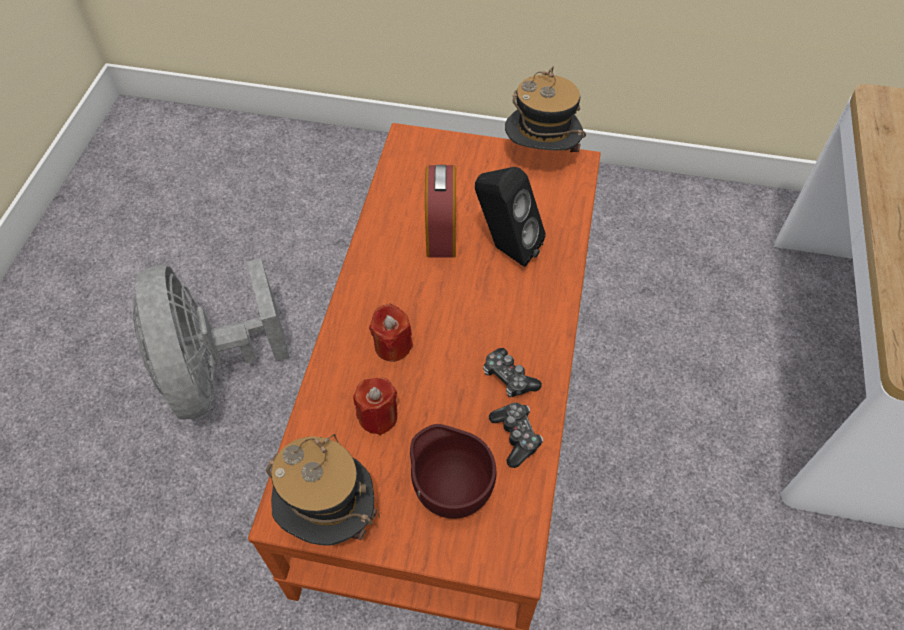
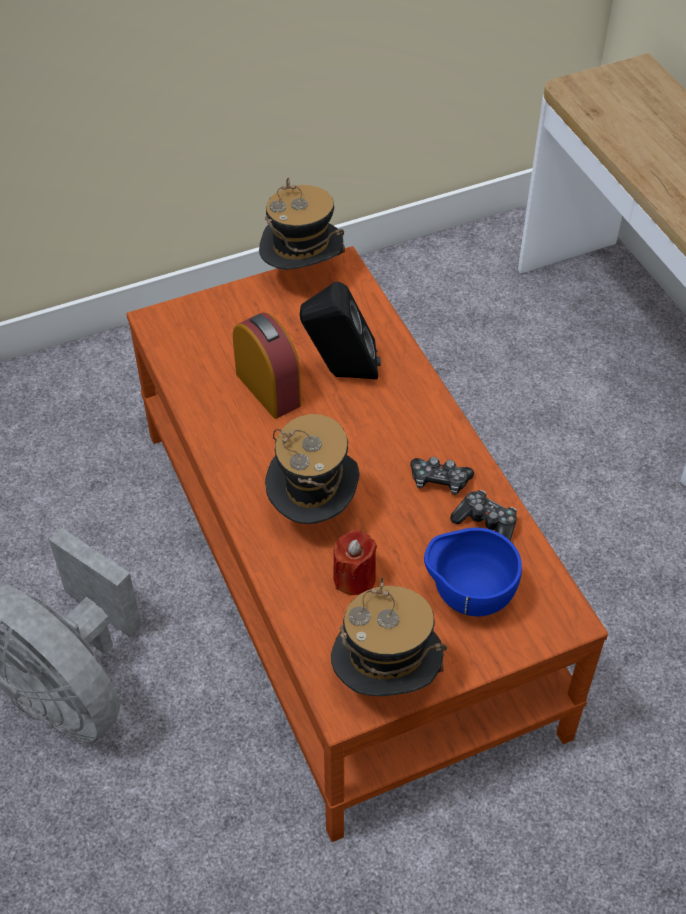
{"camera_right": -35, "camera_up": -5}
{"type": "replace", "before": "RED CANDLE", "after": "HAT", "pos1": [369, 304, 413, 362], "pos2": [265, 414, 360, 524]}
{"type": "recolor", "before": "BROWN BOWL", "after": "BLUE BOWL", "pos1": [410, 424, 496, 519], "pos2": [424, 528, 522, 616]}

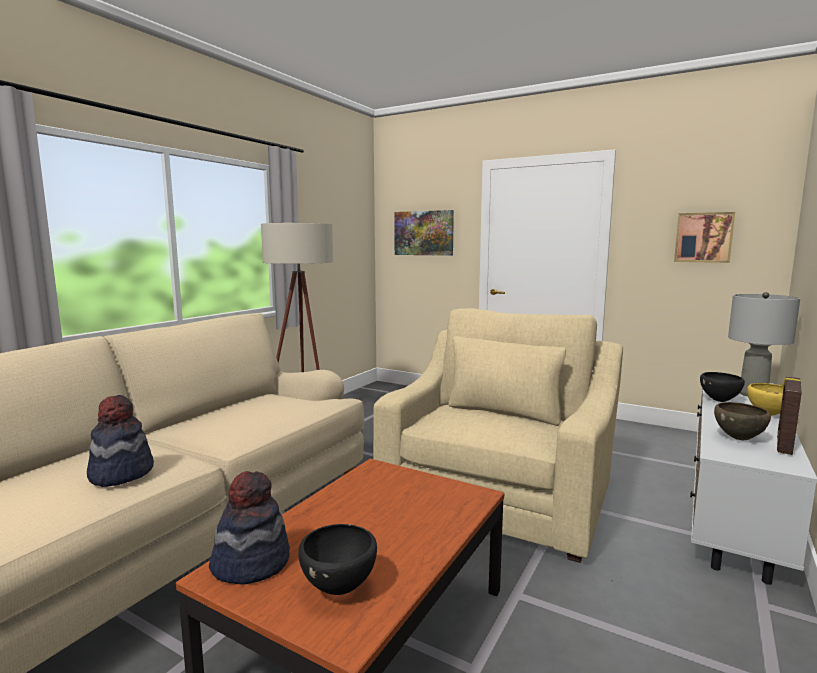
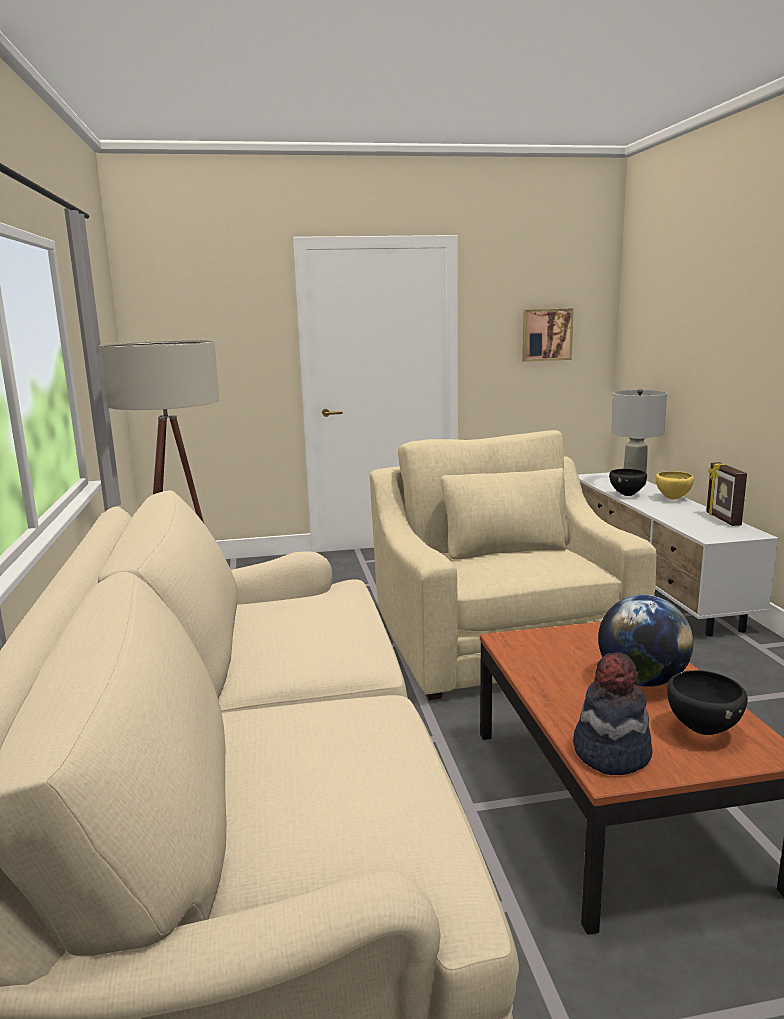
{"camera_right": -40, "camera_up": 5}
{"type": "delete", "before": "HAT", "pos1": [87, 395, 154, 487]}
{"type": "delete", "before": "PICTURE", "pos1": [394, 210, 454, 256]}
{"type": "delete", "before": "BROWN BOWL", "pos1": [714, 402, 771, 440]}
{"type": "insert", "after": "GLOBE", "pos2": [598, 595, 693, 687]}

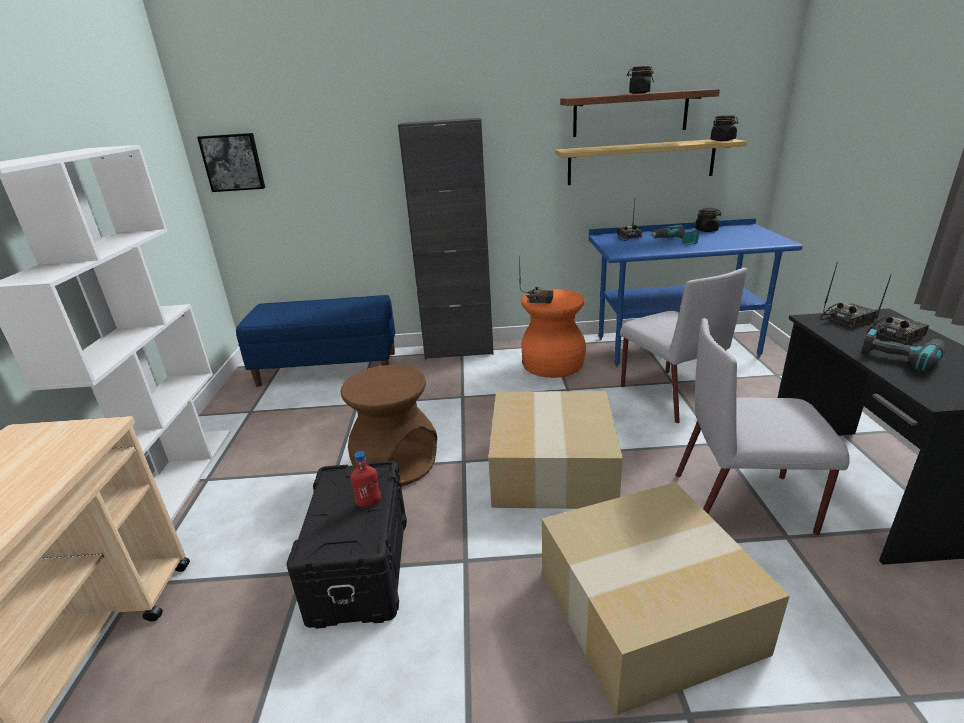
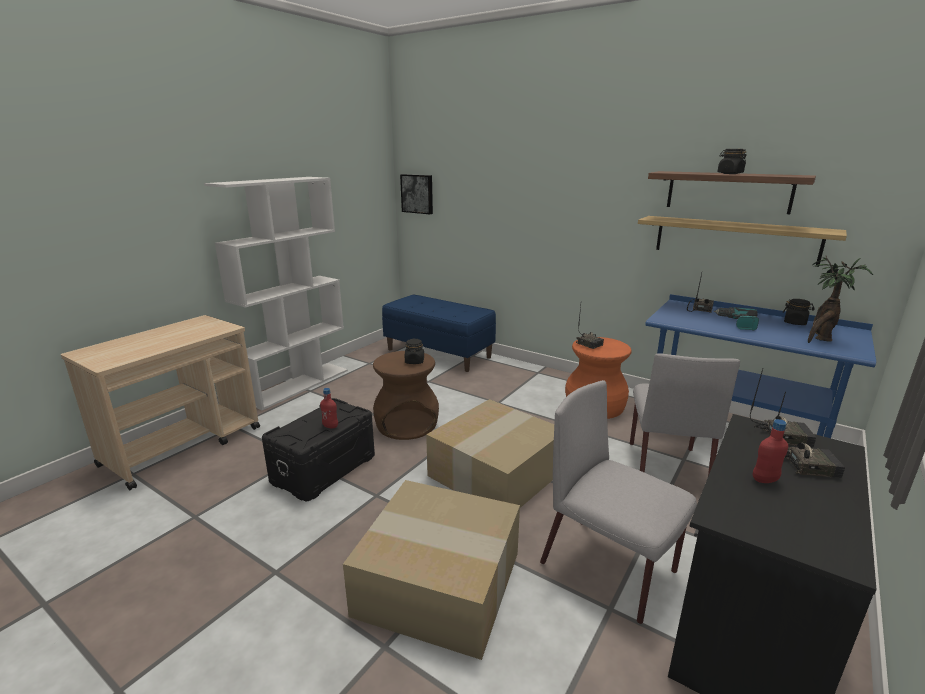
{"camera_right": 35, "camera_up": -5}
{"type": "delete", "before": "BLACK CABINET", "pos1": [398, 118, 494, 359]}
{"type": "insert", "after": "POTTED PLANT", "pos2": [808, 256, 873, 343]}
{"type": "move", "before": "BLACK JAR", "pos1": [710, 115, 738, 141], "pos2": [405, 339, 424, 364]}
{"type": "replace", "before": "POWER DRILL", "after": "RED BOTTLE", "pos1": [861, 329, 946, 371], "pos2": [752, 419, 788, 483]}

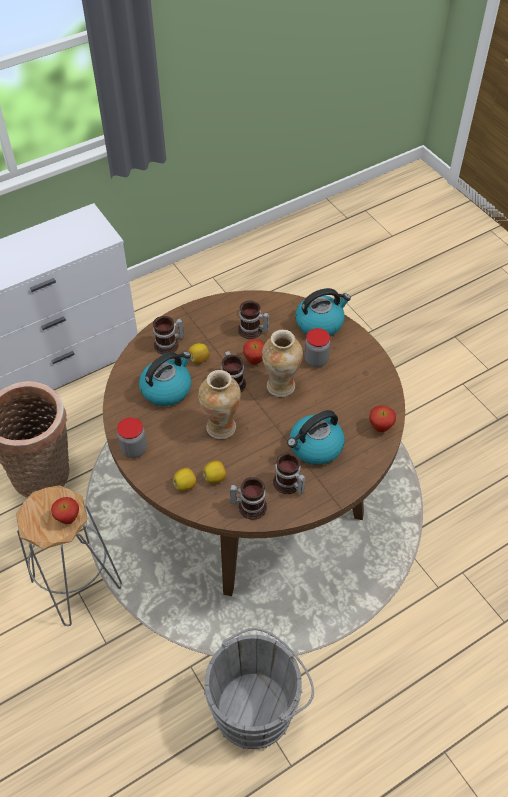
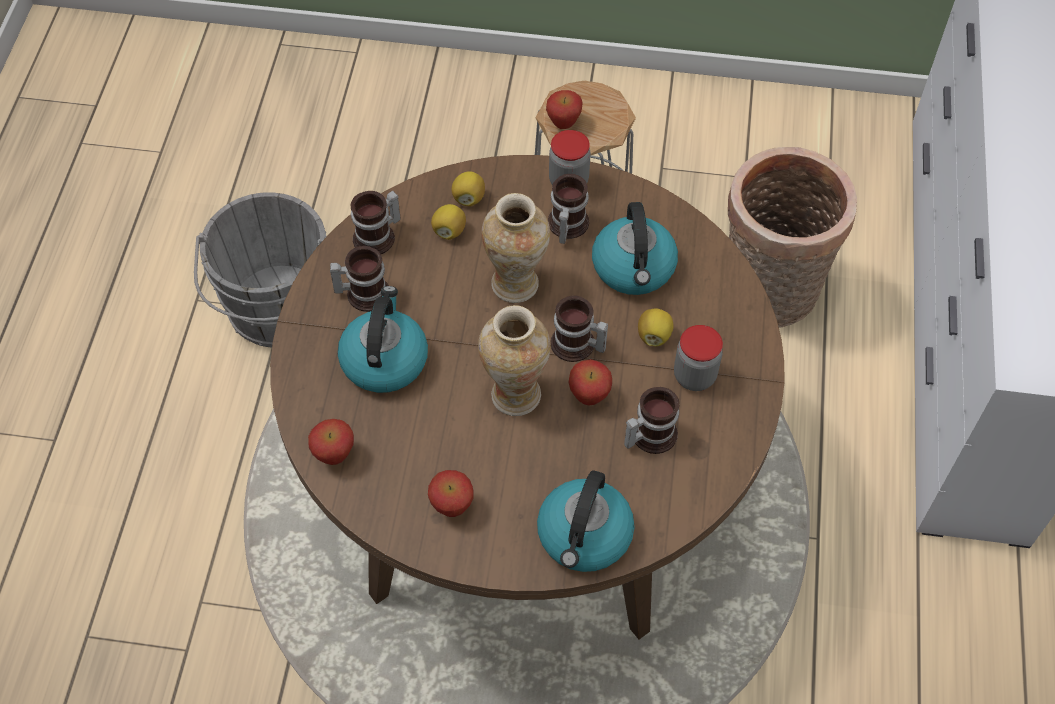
{"camera_right": 130, "camera_up": 5}
{"type": "insert", "after": "APPLE", "pos2": [428, 470, 474, 517]}
{"type": "move", "before": "MUG", "pos1": [153, 316, 184, 355], "pos2": [548, 174, 589, 244]}
{"type": "move", "before": "JAR", "pos1": [304, 328, 330, 367], "pos2": [674, 325, 723, 391]}

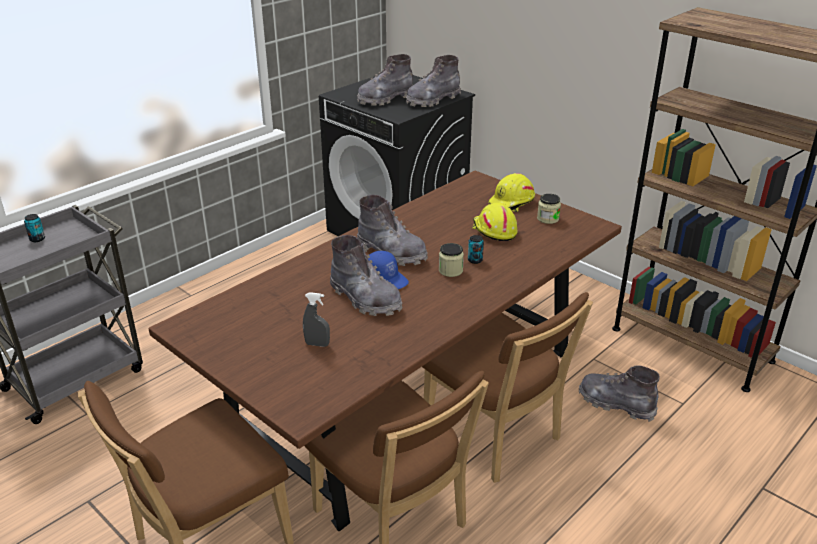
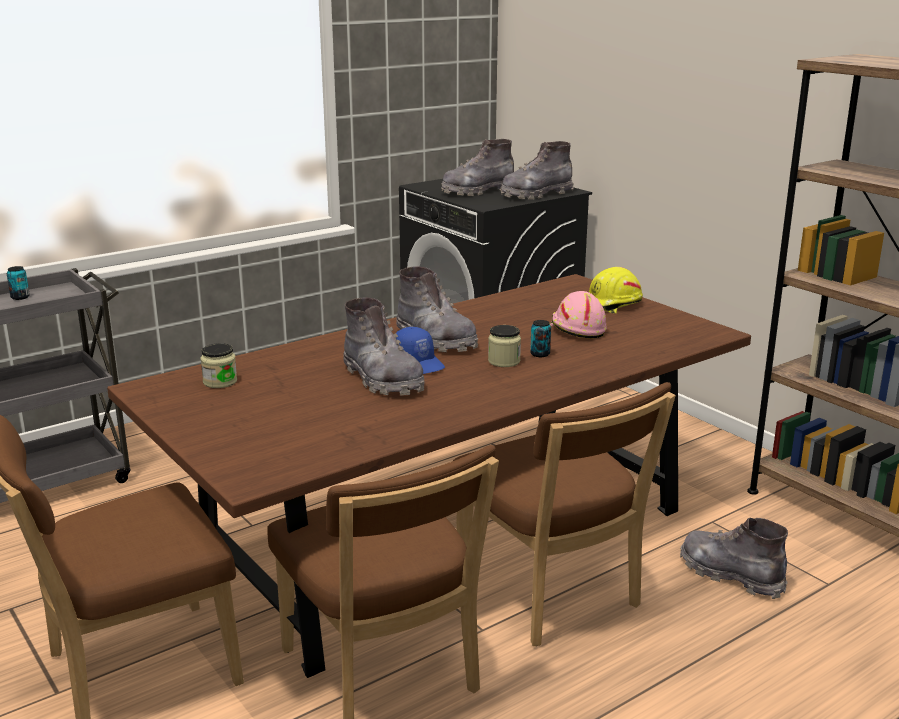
{"camera_right": 10, "camera_up": -10}
{"type": "delete", "before": "GREY SPRAY BOTTLE", "pos1": [303, 292, 330, 347]}
{"type": "move", "before": "JAR", "pos1": [537, 194, 561, 224], "pos2": [201, 343, 237, 388]}
{"type": "recolor", "before": "YELLOW HARD HAT", "after": "PINK HARD HAT", "pos1": [472, 203, 518, 241], "pos2": [550, 291, 607, 338]}

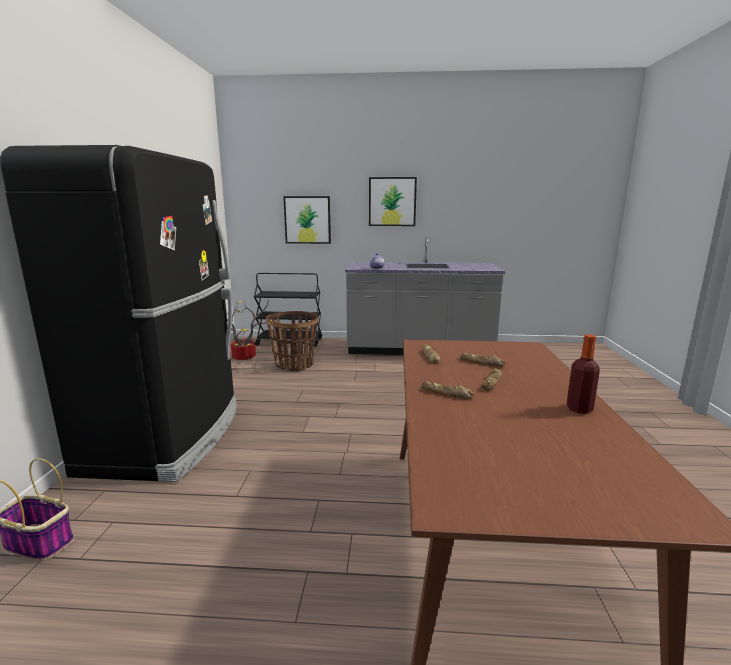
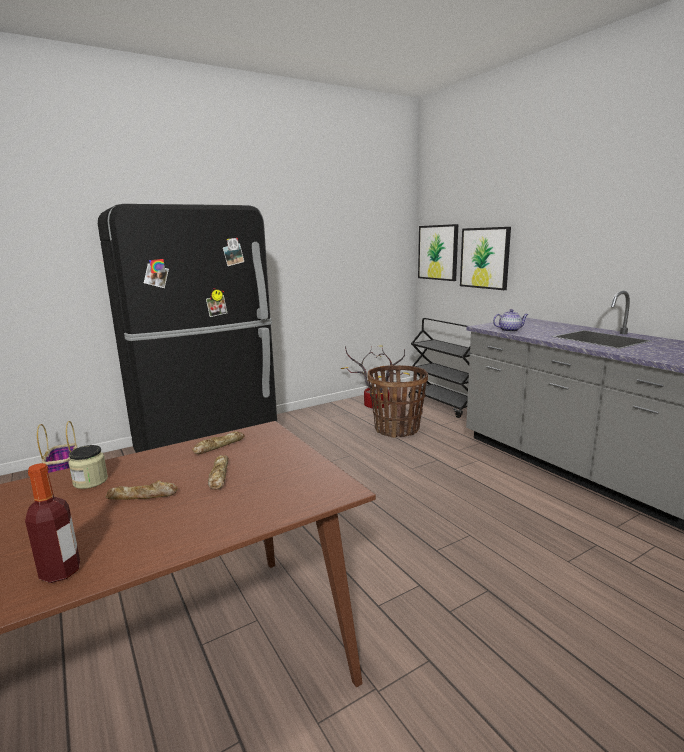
{"camera_right": 55, "camera_up": 0}
{"type": "move", "before": "PICTURE", "pos1": [369, 177, 417, 226], "pos2": [418, 224, 458, 281]}
{"type": "replace", "before": "BREAD", "after": "JAR", "pos1": [421, 381, 474, 399], "pos2": [68, 445, 108, 489]}

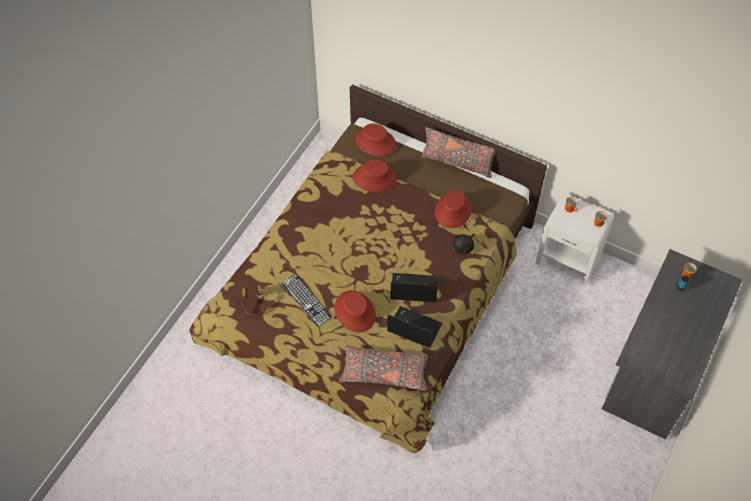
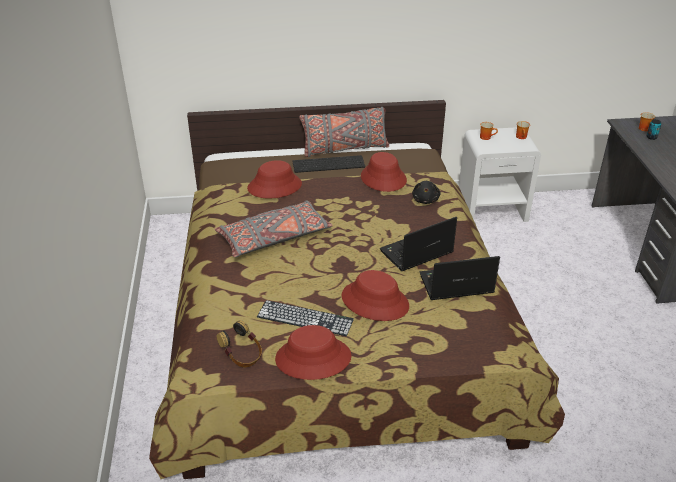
{"camera_right": -35, "camera_up": -20}
{"type": "insert", "after": "KEYBOARD", "pos2": [293, 155, 365, 173]}
{"type": "move", "before": "GREY PILLOW", "pos1": [339, 345, 428, 391], "pos2": [214, 201, 333, 257]}
{"type": "move", "before": "RED HAT", "pos1": [356, 123, 396, 156], "pos2": [275, 325, 351, 380]}

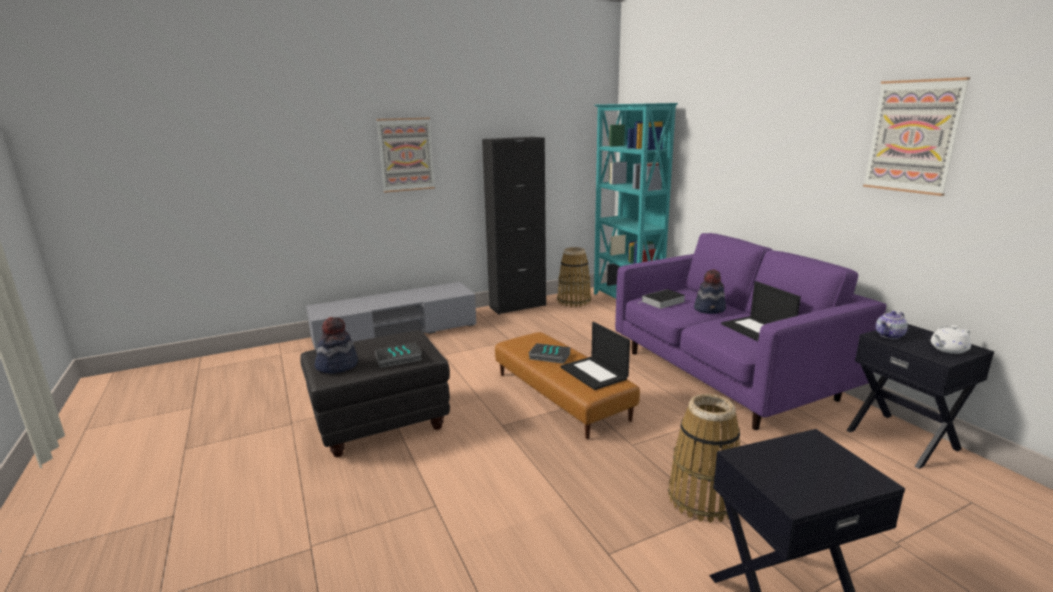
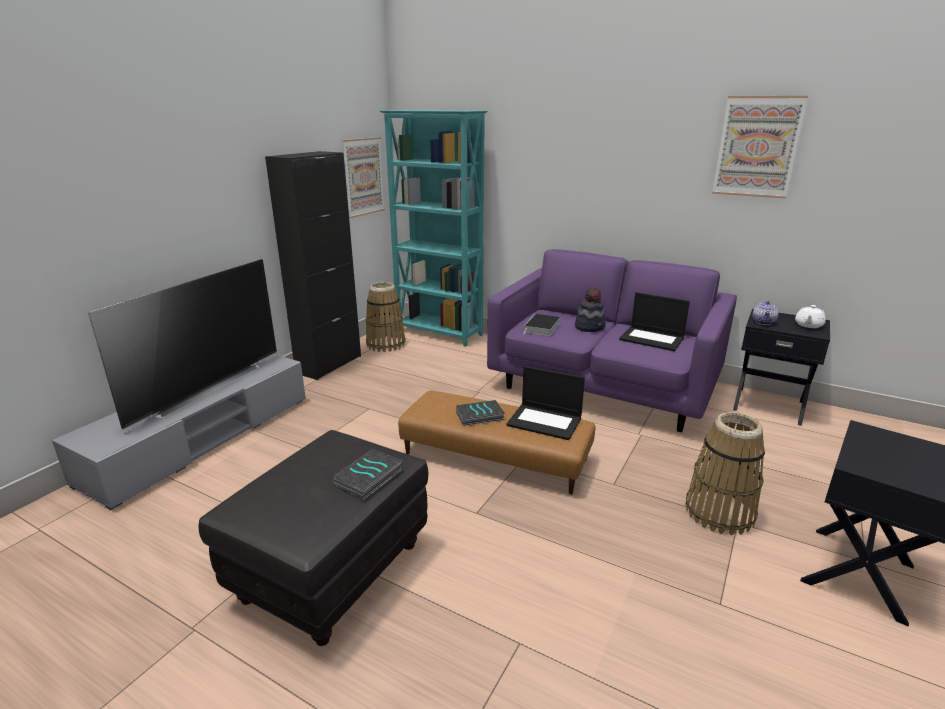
{"camera_right": -35, "camera_up": 5}
{"type": "delete", "before": "HAT", "pos1": [315, 317, 358, 374]}
{"type": "insert", "after": "TELEVISION", "pos2": [88, 259, 277, 429]}
{"type": "move", "before": "PICTURE", "pos1": [377, 118, 435, 193], "pos2": [342, 137, 385, 218]}

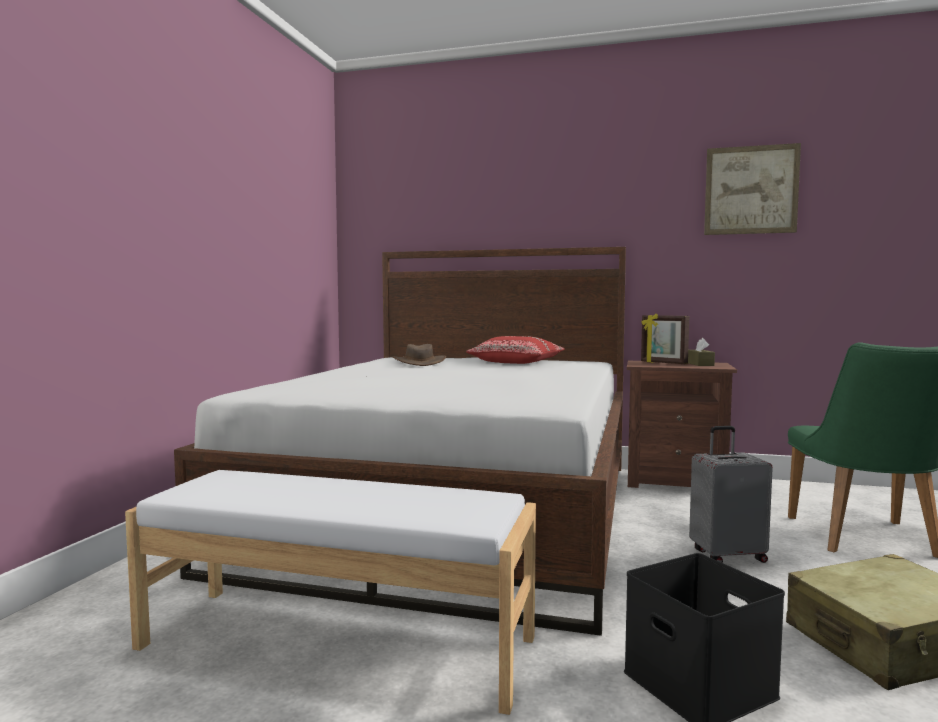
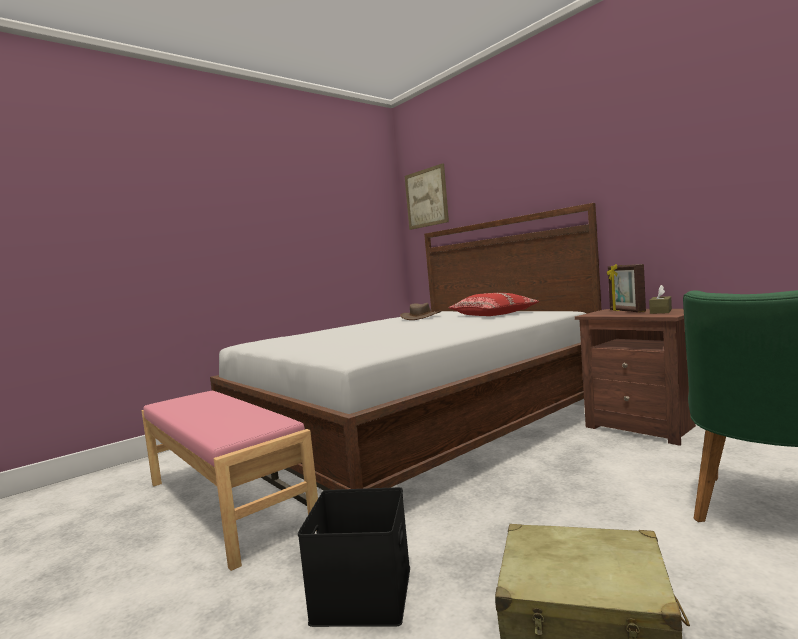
{"camera_right": 35, "camera_up": 0}
{"type": "delete", "before": "GREY SUITCASE", "pos1": [689, 426, 773, 563]}
{"type": "move", "before": "PICTURE", "pos1": [704, 143, 801, 235], "pos2": [405, 163, 449, 230]}
{"type": "recolor", "before": "WHITE BENCH", "after": "PINK BENCH", "pos1": [125, 470, 536, 715], "pos2": [141, 390, 318, 571]}

